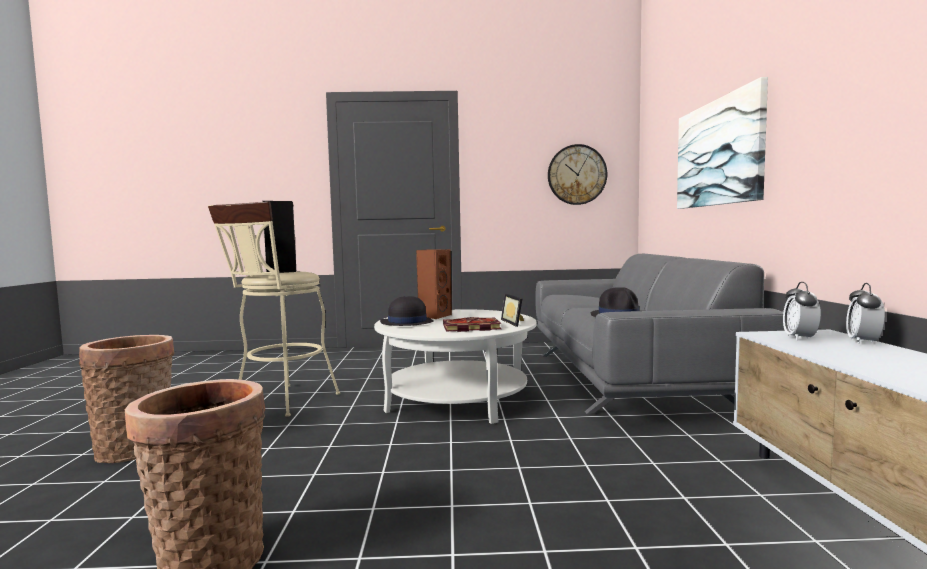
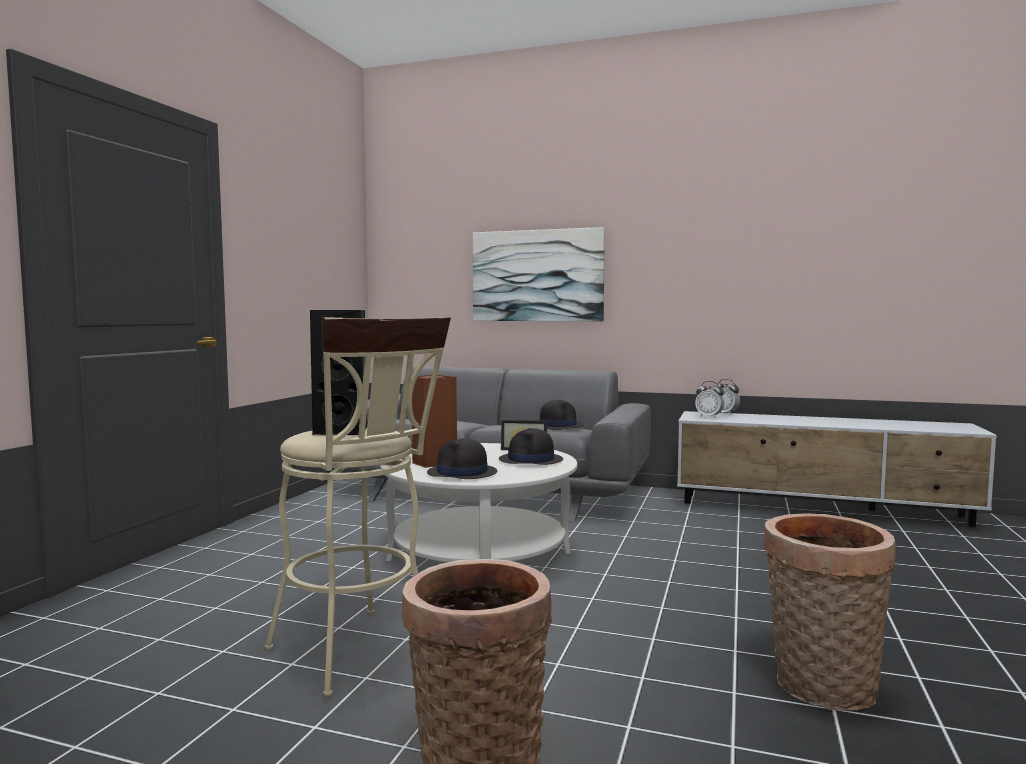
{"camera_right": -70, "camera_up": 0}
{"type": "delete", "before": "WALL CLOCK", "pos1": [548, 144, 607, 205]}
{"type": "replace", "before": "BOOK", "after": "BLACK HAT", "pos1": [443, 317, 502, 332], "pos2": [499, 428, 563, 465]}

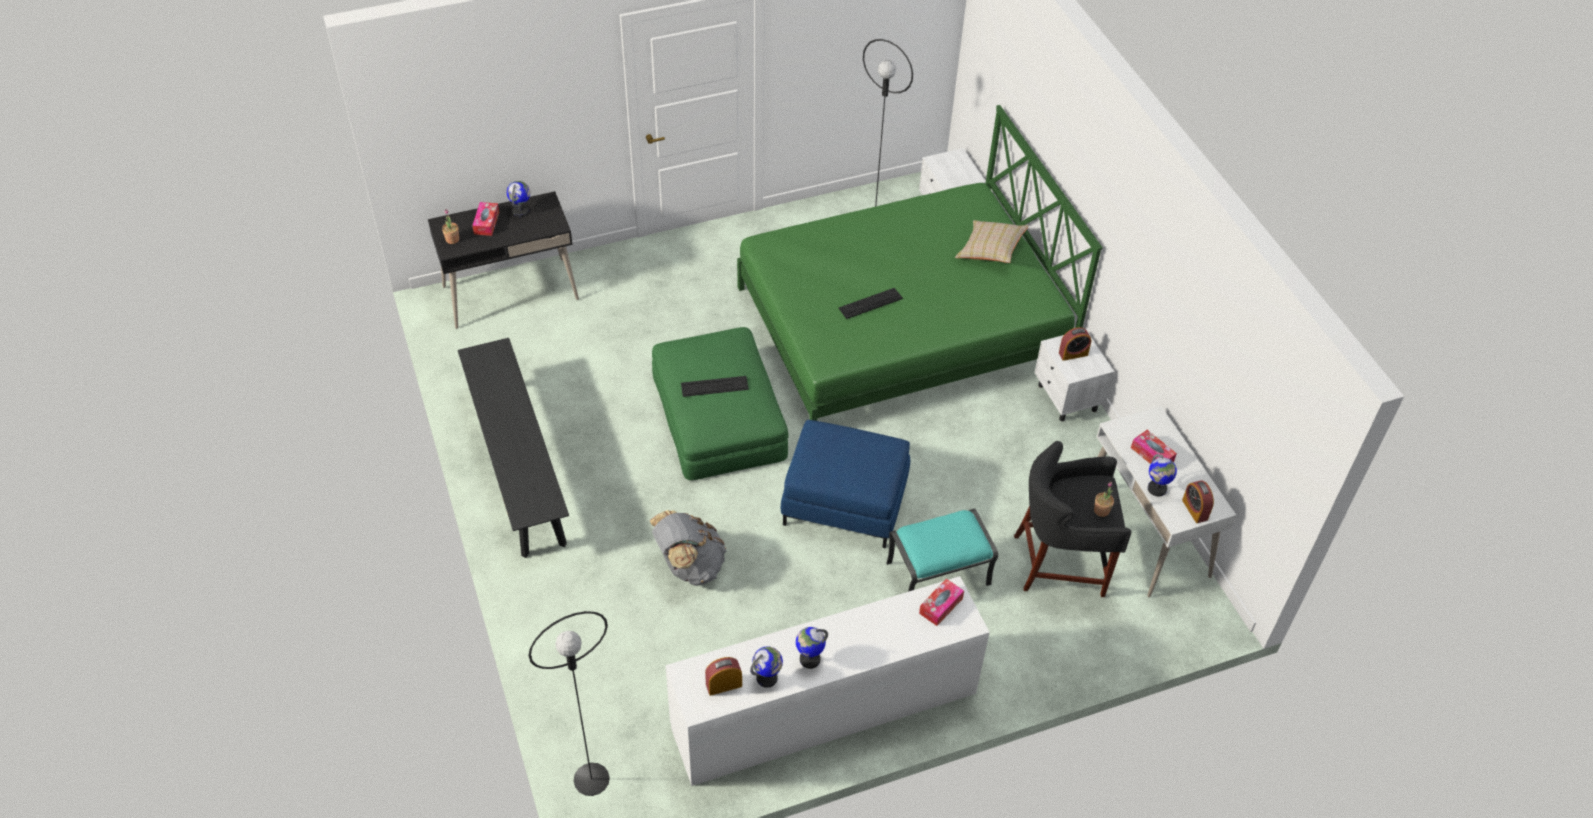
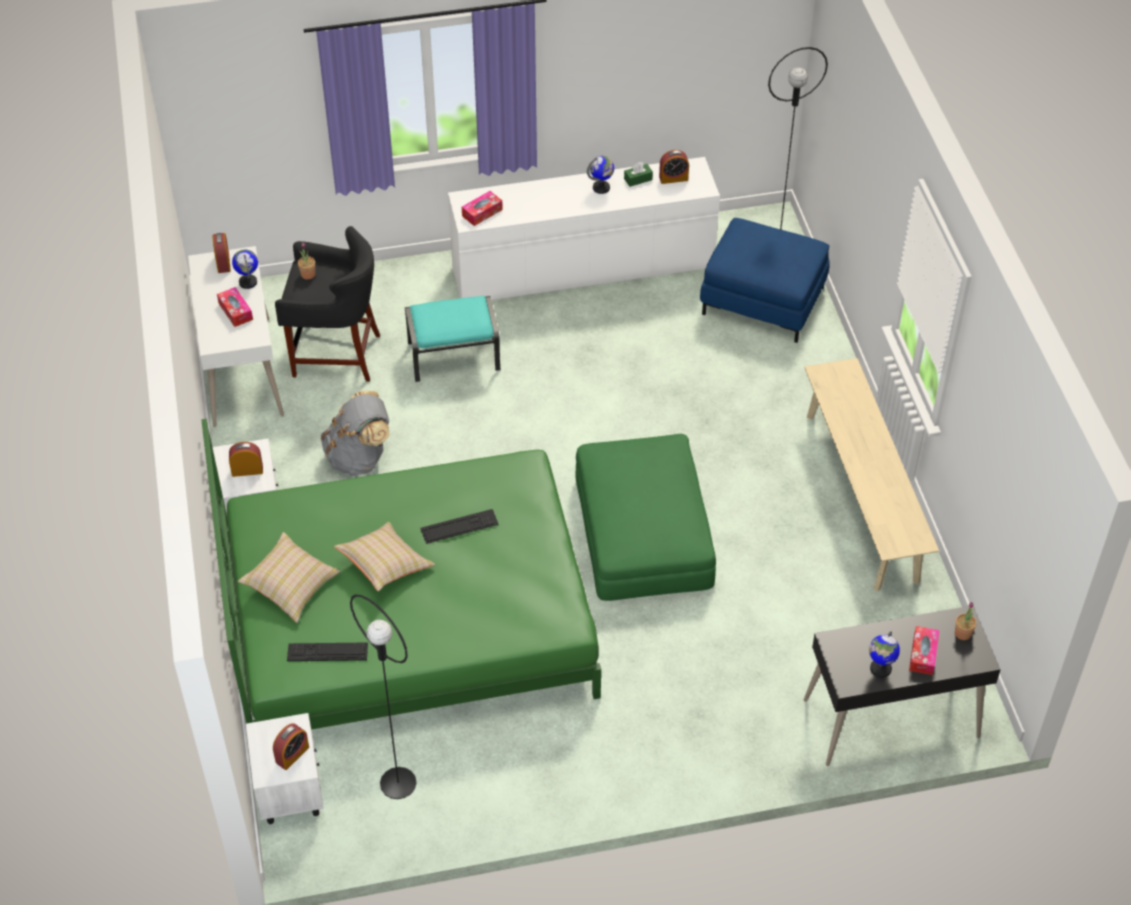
{"camera_right": -170, "camera_up": 0}
{"type": "insert", "after": "ALARM CLOCK", "pos2": [273, 723, 309, 770]}
{"type": "insert", "after": "BEIGE PILLOW", "pos2": [334, 522, 435, 591]}
{"type": "move", "before": "GREY BACKPACK", "pos1": [650, 510, 726, 586], "pos2": [321, 391, 390, 476]}
{"type": "move", "before": "KEYBOARD", "pos1": [681, 376, 749, 397], "pos2": [287, 642, 368, 661]}
{"type": "move", "before": "BLUE OTTOMAN", "pos1": [781, 420, 910, 548], "pos2": [700, 218, 830, 343]}
{"type": "replace", "before": "GLOBE", "after": "GREEN TISSUE BOX", "pos1": [750, 646, 783, 688], "pos2": [624, 162, 653, 187]}
{"type": "recolor", "before": "BLACK BENCH", "after": "BEIGE BENCH", "pos1": [458, 338, 569, 558], "pos2": [804, 358, 939, 591]}

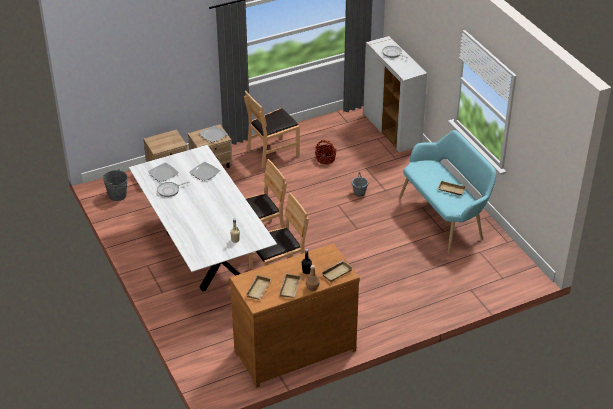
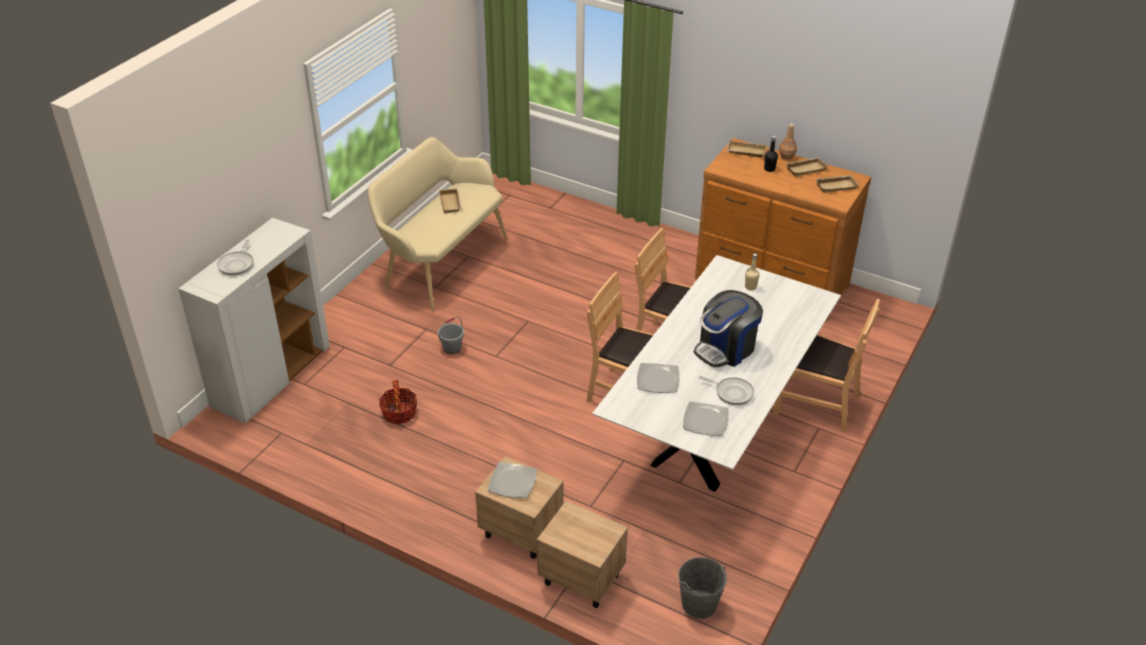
{"camera_right": -125, "camera_up": 0}
{"type": "insert", "after": "COFFEE MACHINE", "pos2": [694, 290, 763, 367]}
{"type": "move", "before": "BROWN CHAIR", "pos1": [244, 90, 300, 168], "pos2": [773, 299, 880, 433]}
{"type": "recolor", "before": "TURQUOISE BENCH", "after": "BEIGE BENCH", "pos1": [399, 130, 496, 255], "pos2": [368, 137, 508, 311]}

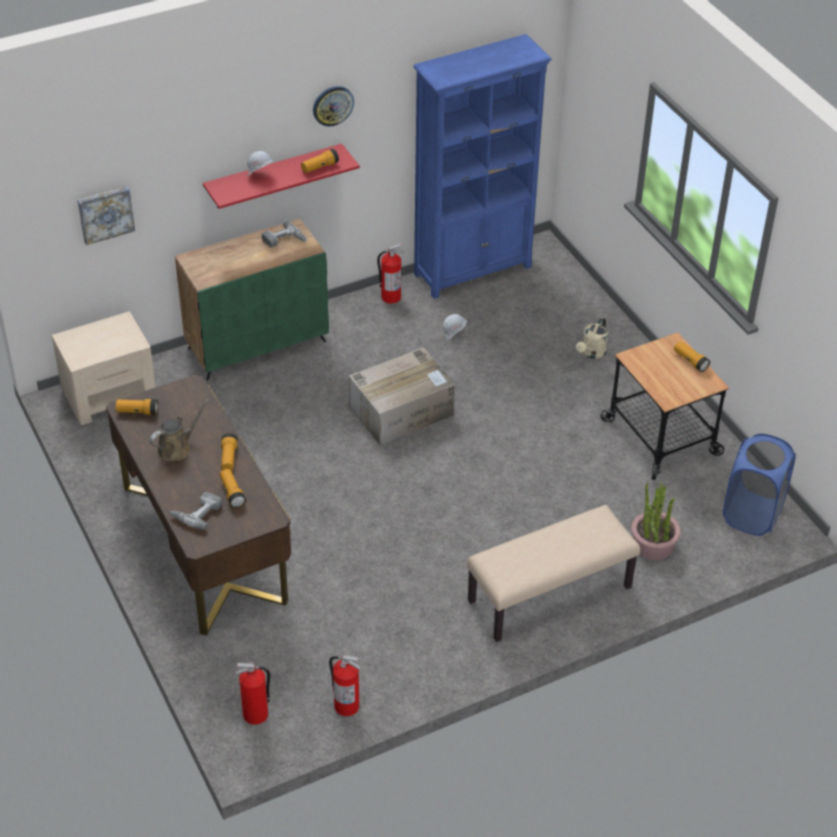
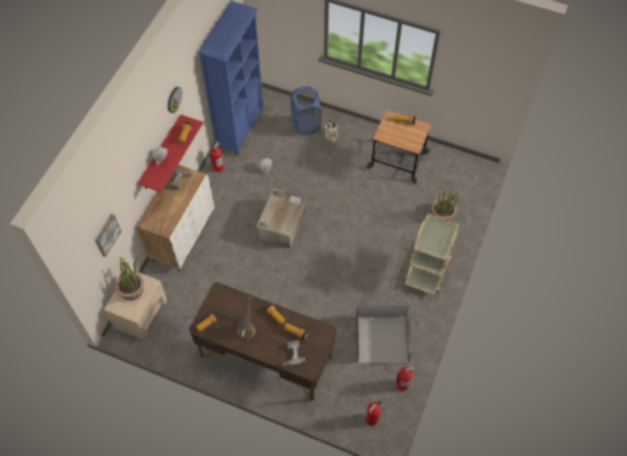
{"camera_right": -40, "camera_up": 15}
{"type": "insert", "after": "POTTED PLANT", "pos2": [115, 257, 144, 300]}
{"type": "insert", "after": "BROWN STORAGE BOX", "pos2": [356, 305, 411, 363]}
{"type": "move", "before": "BLUE LAUNDRY BASKET", "pos1": [723, 434, 796, 536], "pos2": [291, 87, 321, 135]}
{"type": "replace", "before": "BEIGE BENCH", "after": "BEIGE CART", "pos1": [467, 505, 640, 642], "pos2": [405, 214, 459, 295]}
{"type": "recolor", "before": "GREEN CABINET", "after": "WHITE CABINET", "pos1": [175, 219, 329, 380], "pos2": [137, 165, 214, 272]}

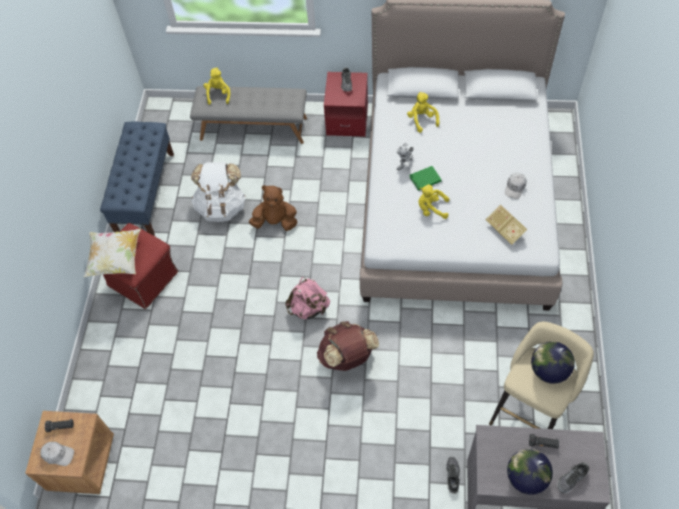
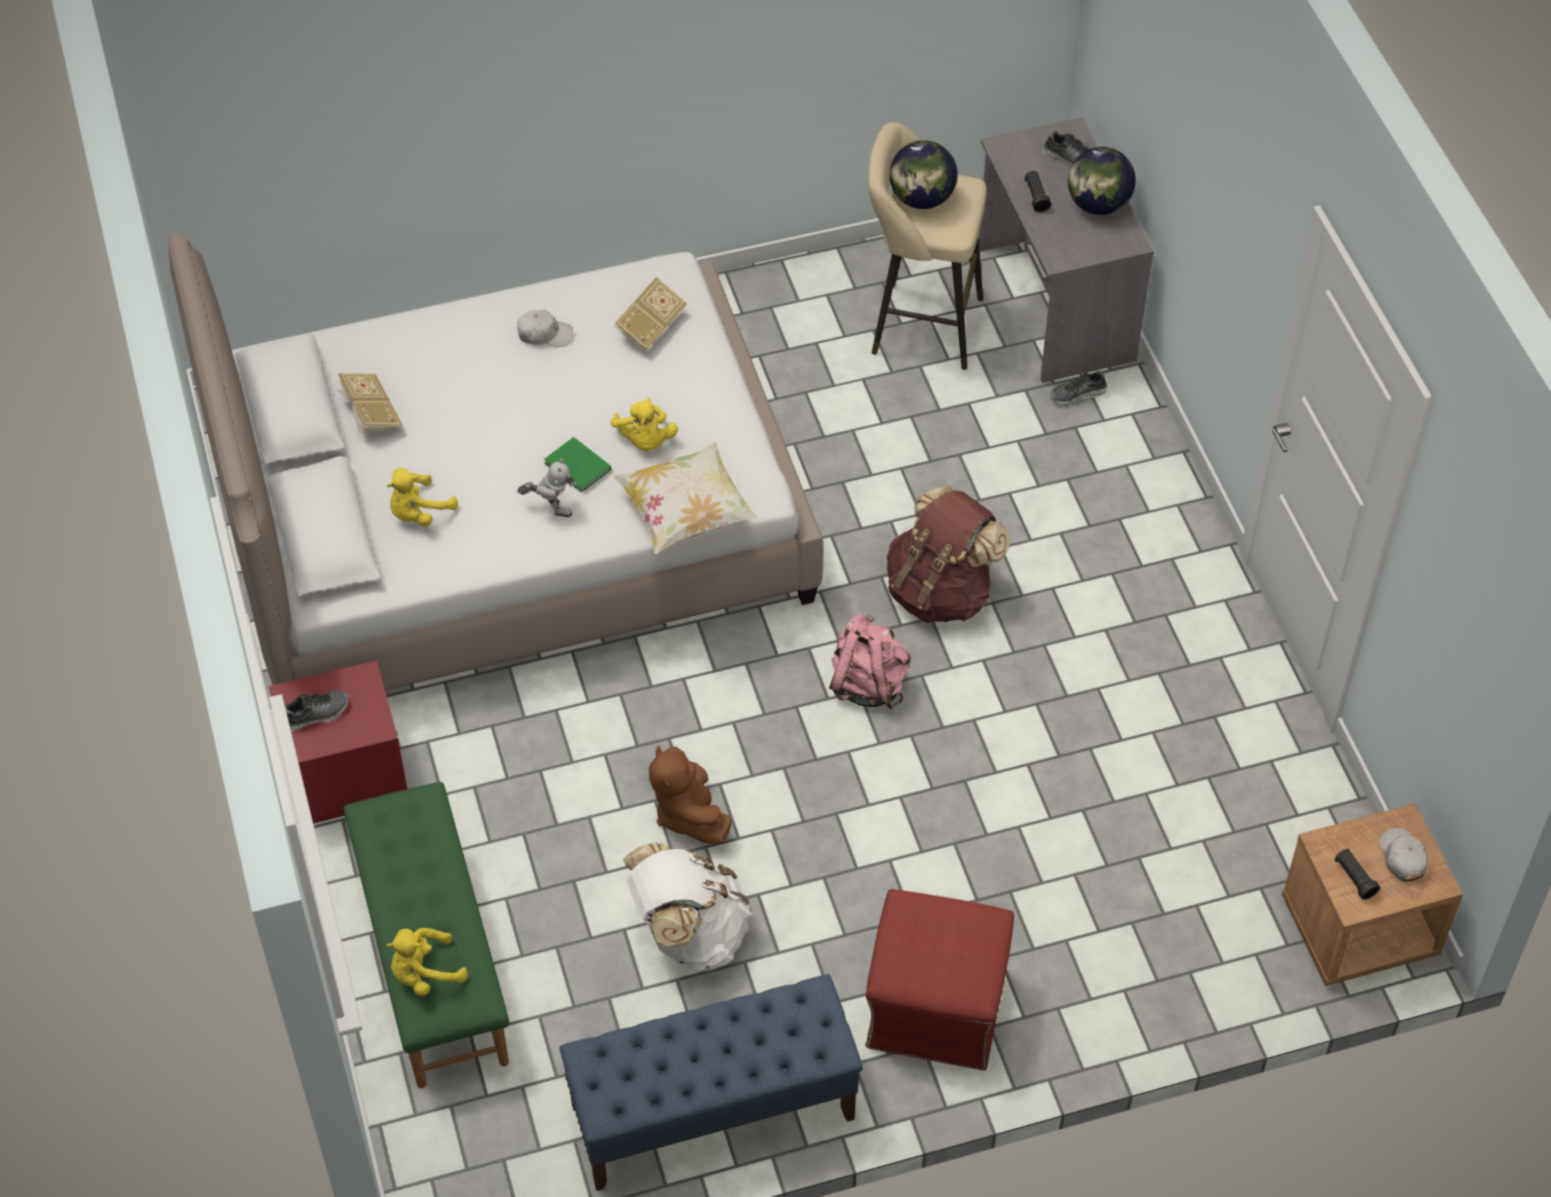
{"camera_right": -115, "camera_up": -5}
{"type": "insert", "after": "BOOK", "pos2": [337, 373, 403, 433]}
{"type": "move", "before": "PILLOW", "pos1": [84, 229, 141, 277], "pos2": [614, 442, 758, 554]}
{"type": "recolor", "before": "GREY BENCH", "after": "GREEN BENCH", "pos1": [190, 86, 307, 144], "pos2": [343, 782, 509, 1088]}

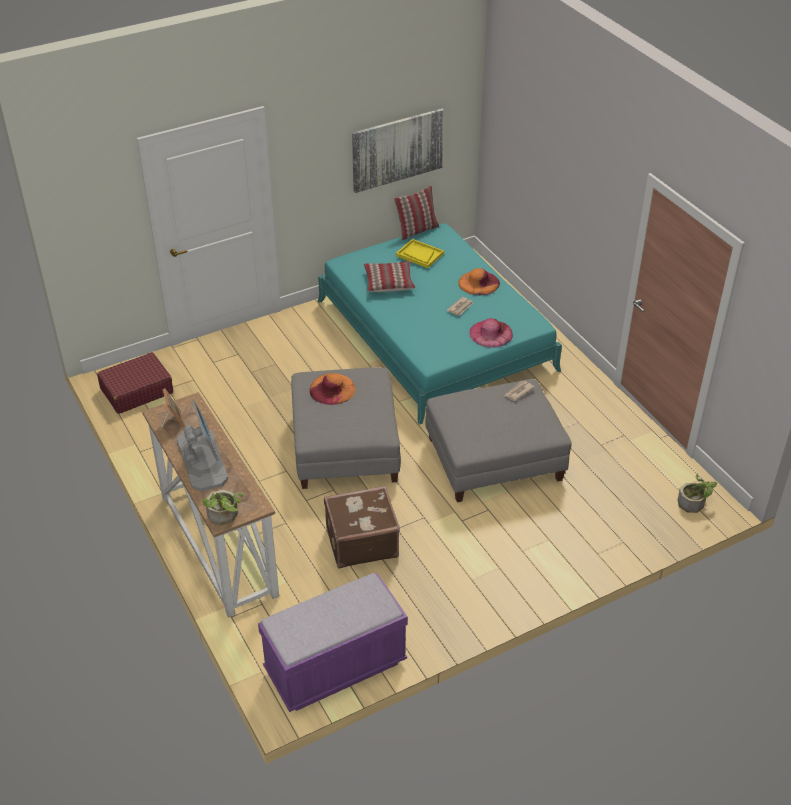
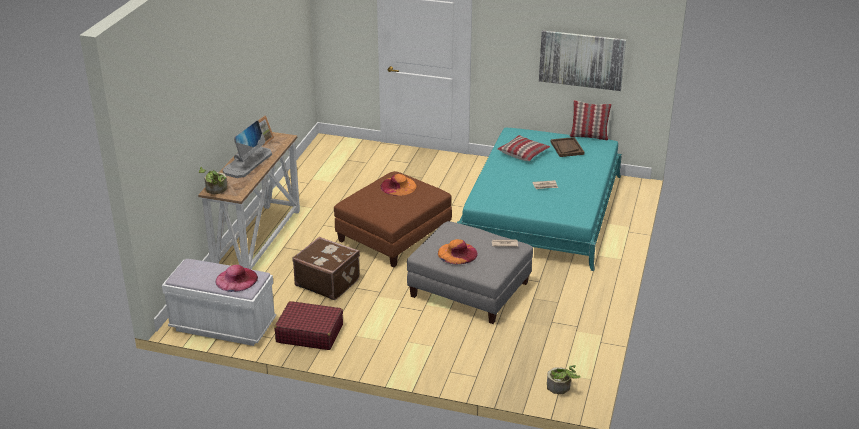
{"camera_right": 45, "camera_up": -10}
{"type": "move", "before": "RED SUITCASE", "pos1": [97, 352, 173, 414], "pos2": [274, 301, 343, 350]}
{"type": "move", "before": "ORANGE HAT", "pos1": [459, 268, 500, 296], "pos2": [438, 239, 478, 264]}
{"type": "move", "before": "PINK HAT", "pos1": [469, 318, 513, 348], "pos2": [216, 265, 258, 292]}
{"type": "recolor", "before": "PURPLE BENCH", "after": "WHITE BENCH", "pos1": [258, 573, 408, 712], "pos2": [162, 259, 276, 346]}
{"type": "recolor", "before": "GREY OTTOMAN", "after": "BROWN OTTOMAN", "pos1": [291, 367, 401, 489], "pos2": [334, 171, 452, 267]}
{"type": "recolor", "before": "YELLOW TRAY", "after": "BROWN TRAY", "pos1": [396, 239, 444, 268], "pos2": [551, 137, 584, 157]}

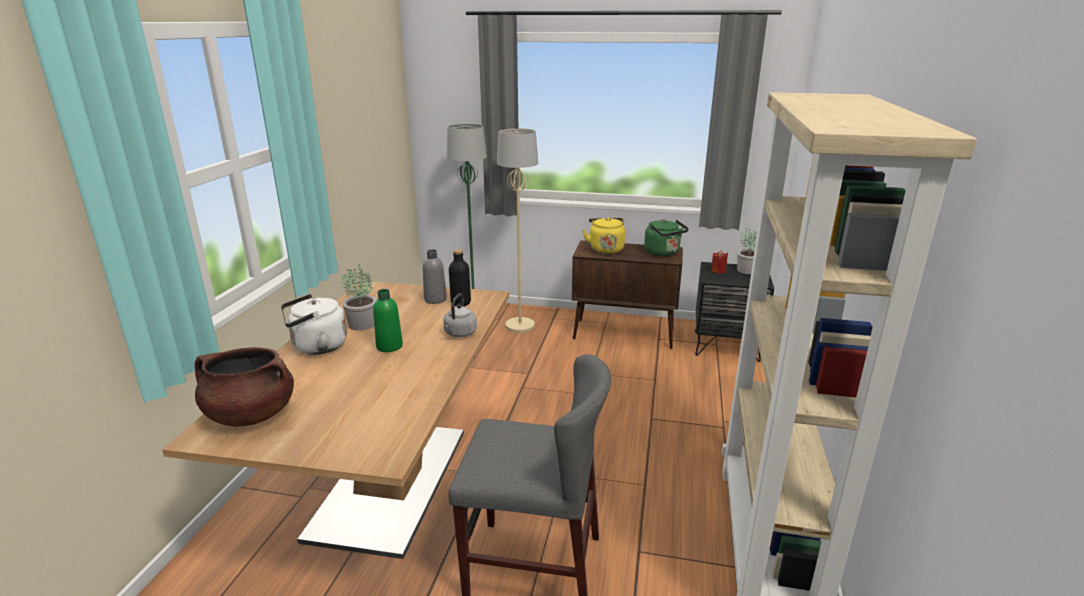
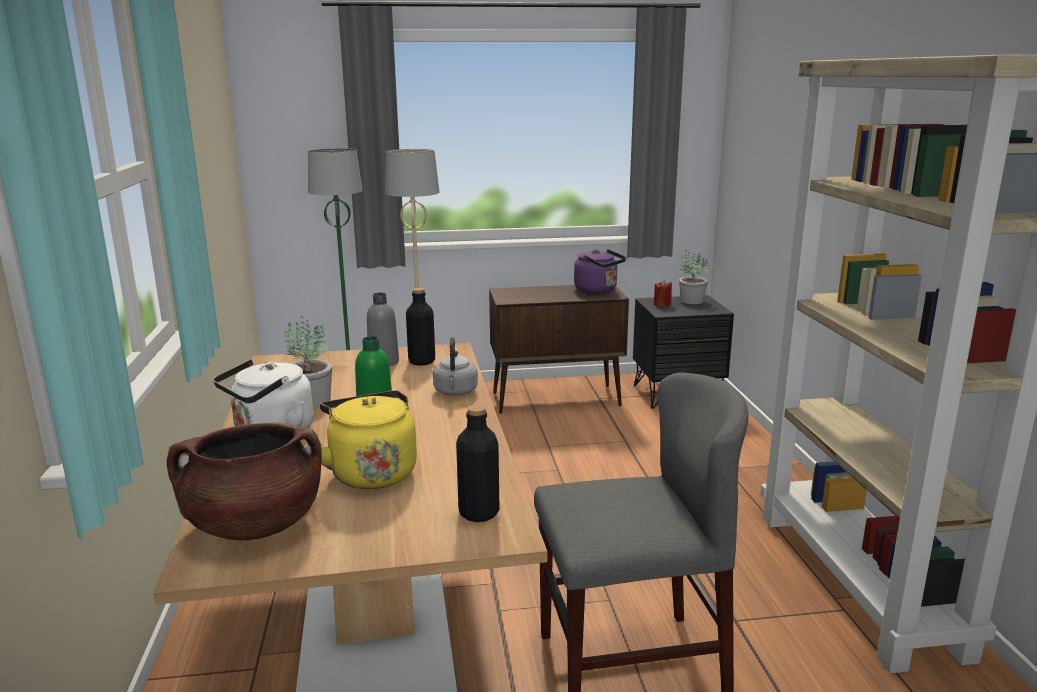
{"camera_right": -20, "camera_up": -5}
{"type": "insert", "after": "BLACK BOTTLE", "pos2": [456, 404, 499, 522]}
{"type": "move", "before": "YELLOW KETTLE", "pos1": [583, 217, 625, 254], "pos2": [320, 390, 417, 489]}
{"type": "recolor", "before": "GREEN KETTLE", "after": "PURPLE KETTLE", "pos1": [644, 219, 689, 256], "pos2": [574, 249, 626, 294]}

